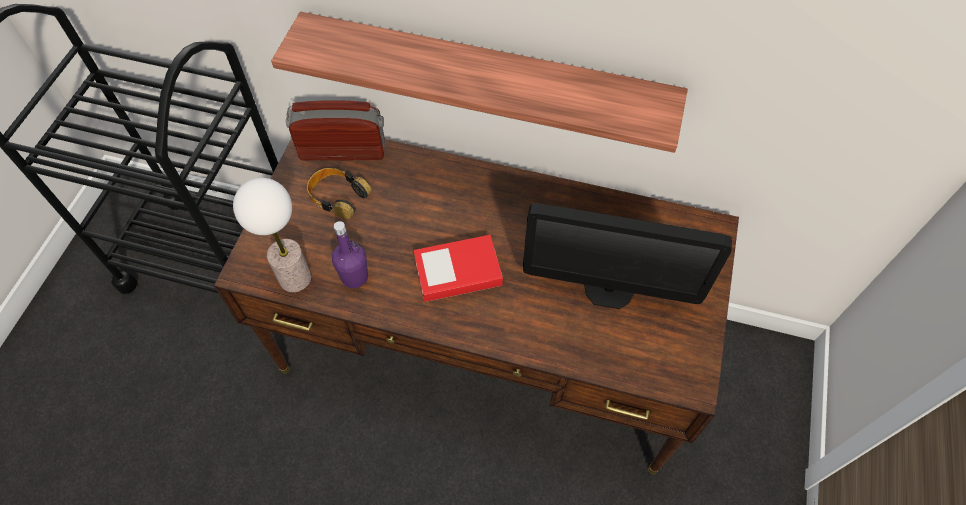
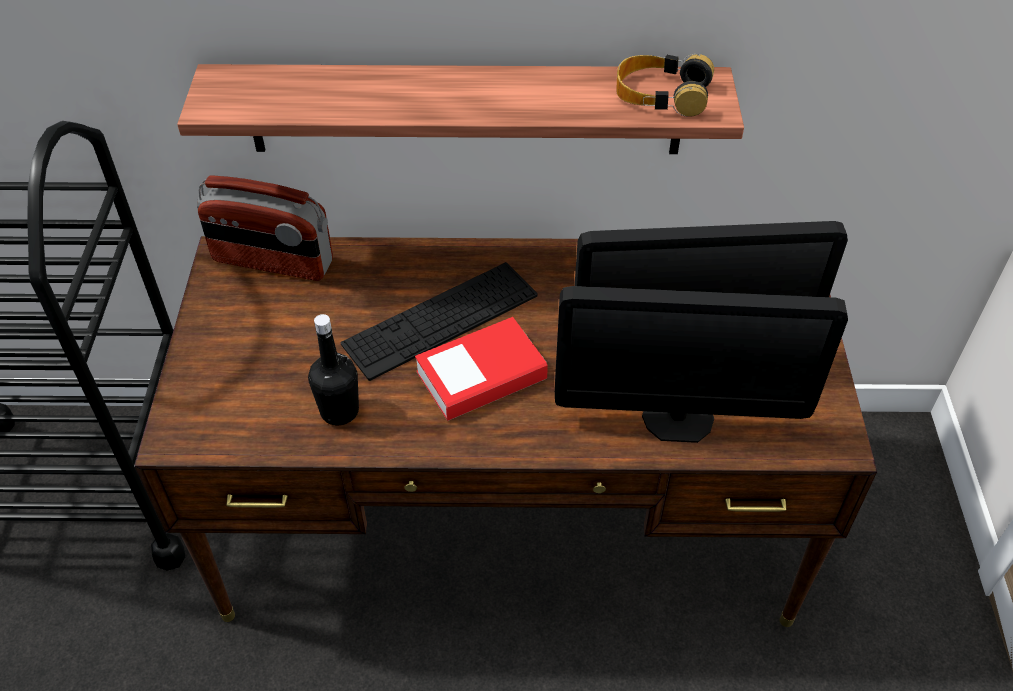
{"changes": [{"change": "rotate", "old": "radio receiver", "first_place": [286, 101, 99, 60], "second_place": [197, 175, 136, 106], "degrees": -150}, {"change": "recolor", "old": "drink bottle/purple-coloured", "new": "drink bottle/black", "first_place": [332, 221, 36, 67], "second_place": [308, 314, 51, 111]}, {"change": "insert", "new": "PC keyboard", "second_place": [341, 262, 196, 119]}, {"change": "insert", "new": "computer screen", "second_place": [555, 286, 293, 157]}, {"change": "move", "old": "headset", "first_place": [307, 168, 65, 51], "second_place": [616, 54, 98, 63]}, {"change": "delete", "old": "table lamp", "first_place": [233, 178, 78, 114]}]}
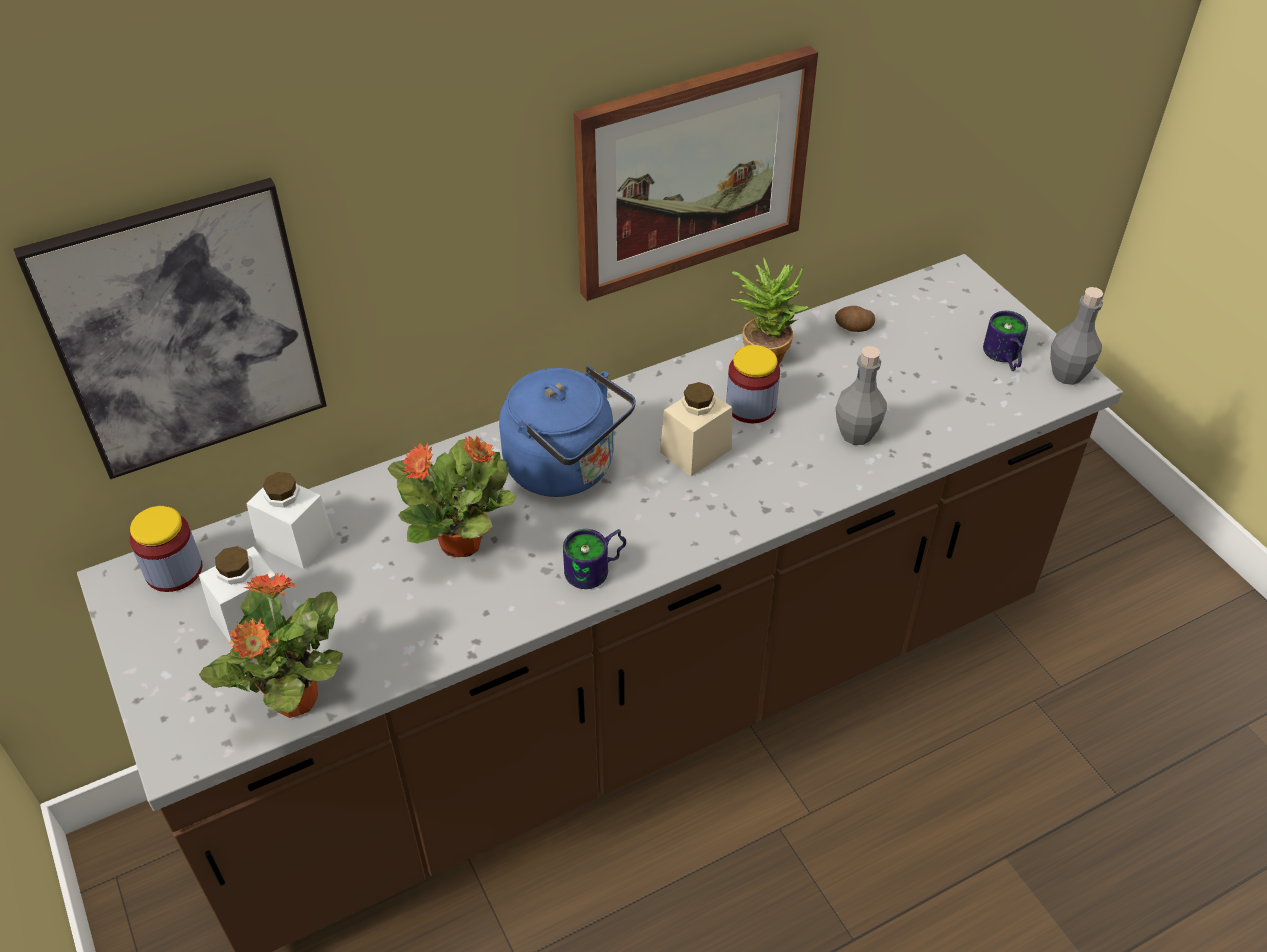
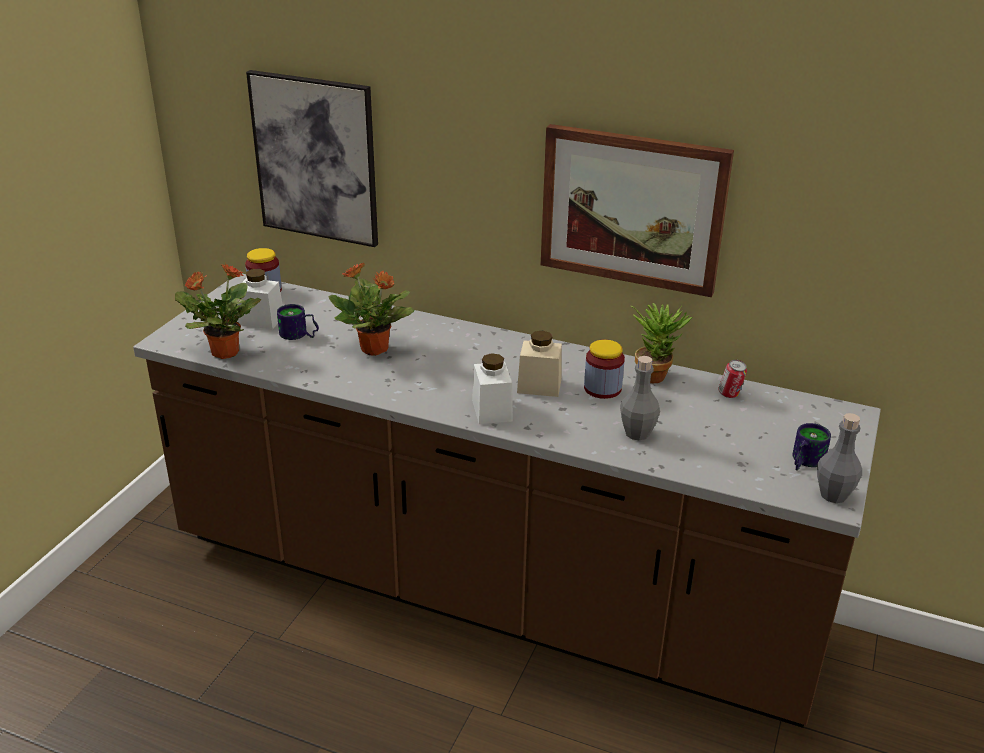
{"changes": [{"change": "move", "old": "mug", "first_place": [563, 529, 63, 60], "second_place": [277, 304, 42, 36]}, {"change": "move", "old": "jar/whitish", "first_place": [246, 472, 88, 97], "second_place": [472, 353, 41, 71]}, {"change": "replace", "old": "potato", "new": "sealed can", "first_place": [835, 306, 40, 26], "second_place": [718, 360, 29, 38]}, {"change": "delete", "old": "kettle/bluish", "first_place": [499, 365, 137, 132]}]}
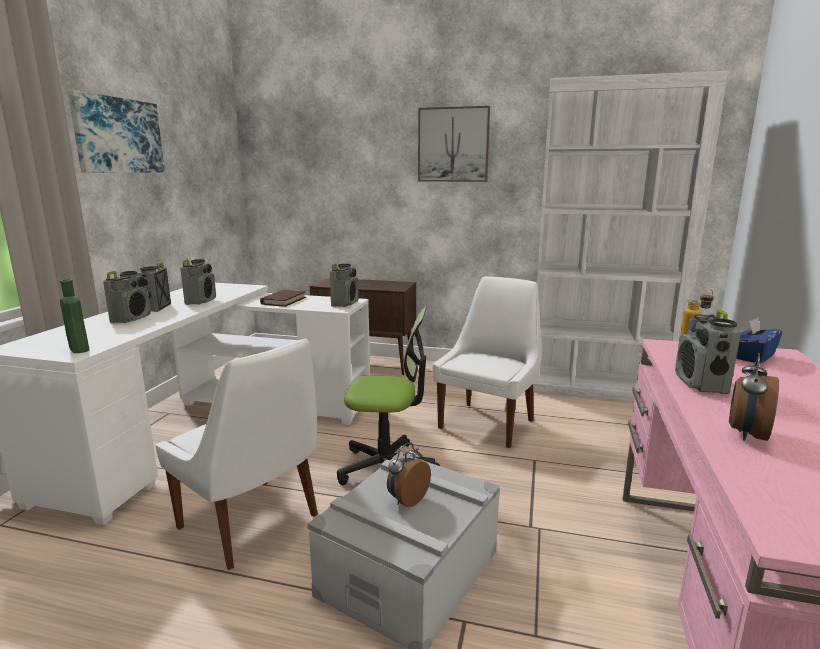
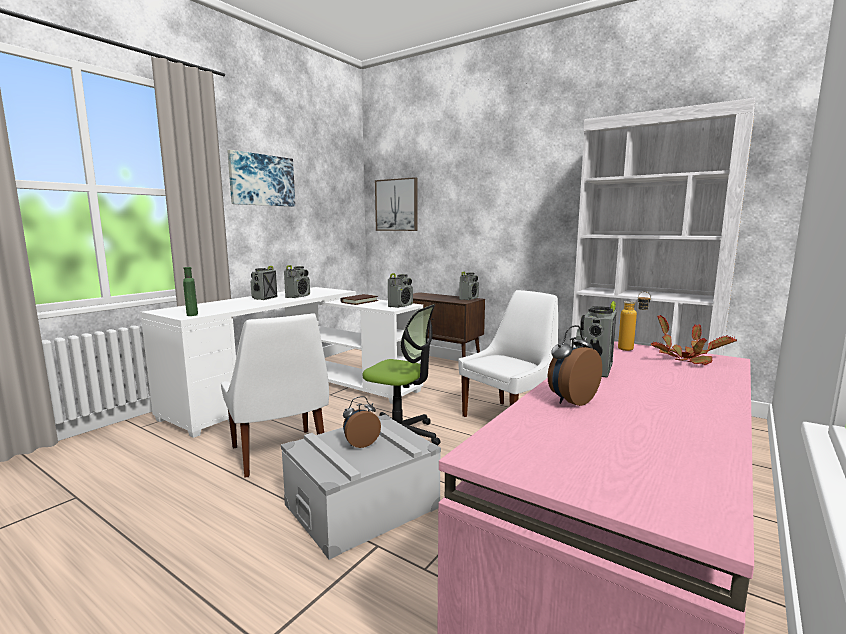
{"changes": [{"change": "move", "old": "wall art", "first_place": [418, 106, 72, 76], "second_place": [375, 177, 43, 54]}, {"change": "move", "old": "radio receiver", "first_place": [103, 271, 48, 52], "second_place": [459, 272, 20, 28]}, {"change": "replace", "old": "tissue box/bluish", "new": "plant in a pot", "first_place": [736, 318, 46, 46], "second_place": [651, 315, 86, 50]}]}
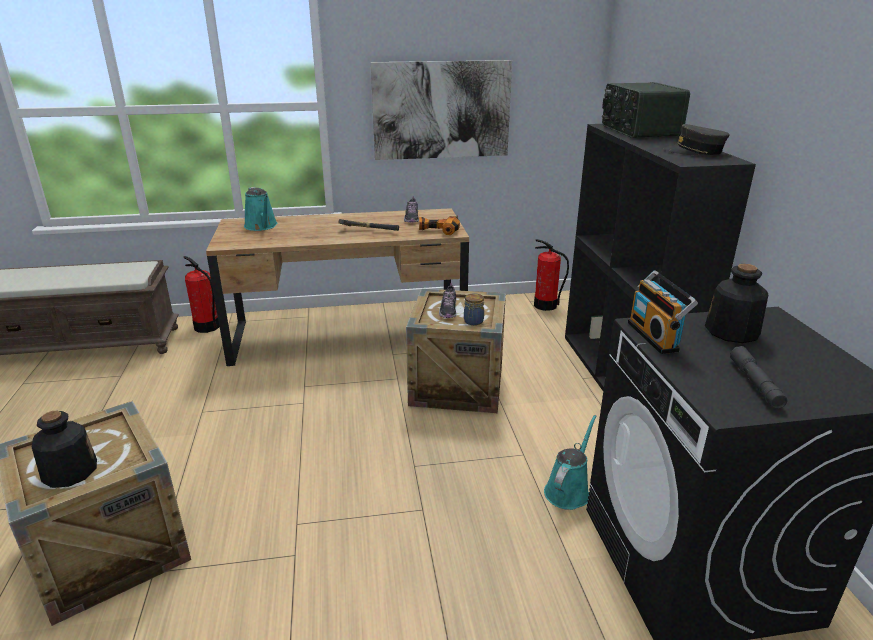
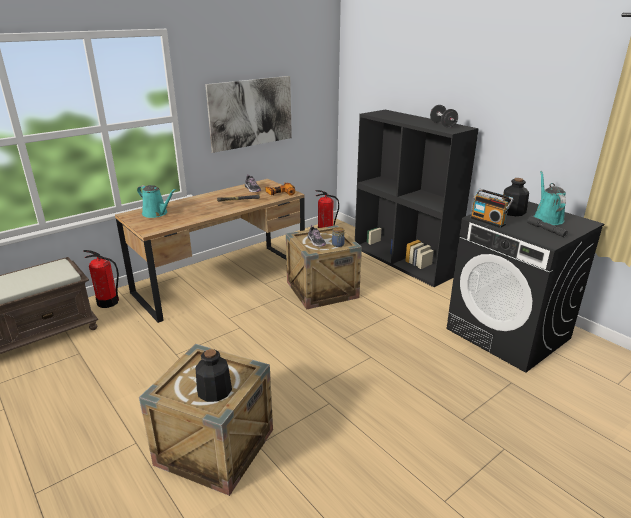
{"changes": [{"change": "replace", "old": "peaked cap/grey", "new": "dumbbell/black", "first_place": [663, 124, 67, 31], "second_place": [430, 105, 28, 23]}, {"change": "move", "old": "watering pot/turquoise", "first_place": [544, 415, 53, 95], "second_place": [533, 171, 33, 54]}, {"change": "delete", "old": "radio receiver", "first_place": [602, 82, 88, 56]}]}
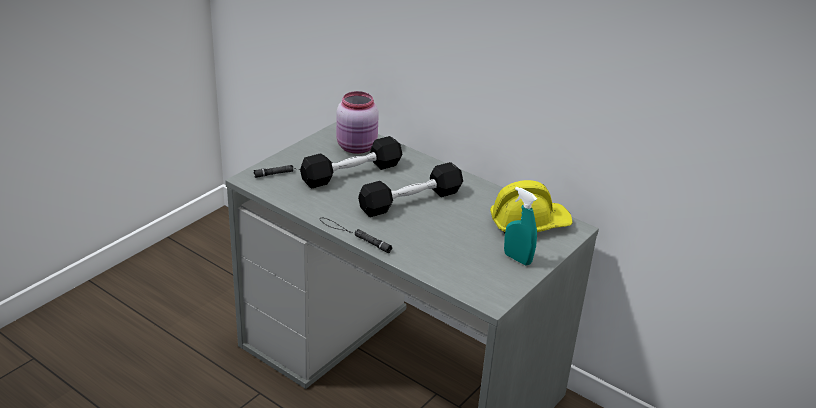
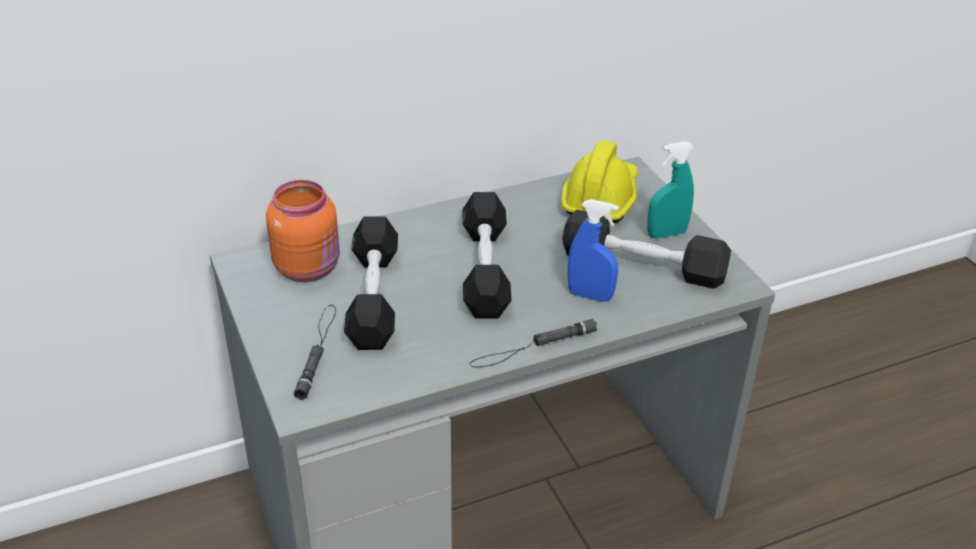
{"changes": [{"change": "recolor", "old": "jar/pink", "new": "jar/orangey", "first_place": [336, 91, 43, 63], "second_place": [266, 180, 74, 102]}, {"change": "insert", "new": "dumbbell/black", "second_place": [562, 210, 169, 79]}, {"change": "insert", "new": "spray bottle/bluish", "second_place": [567, 199, 52, 103]}]}
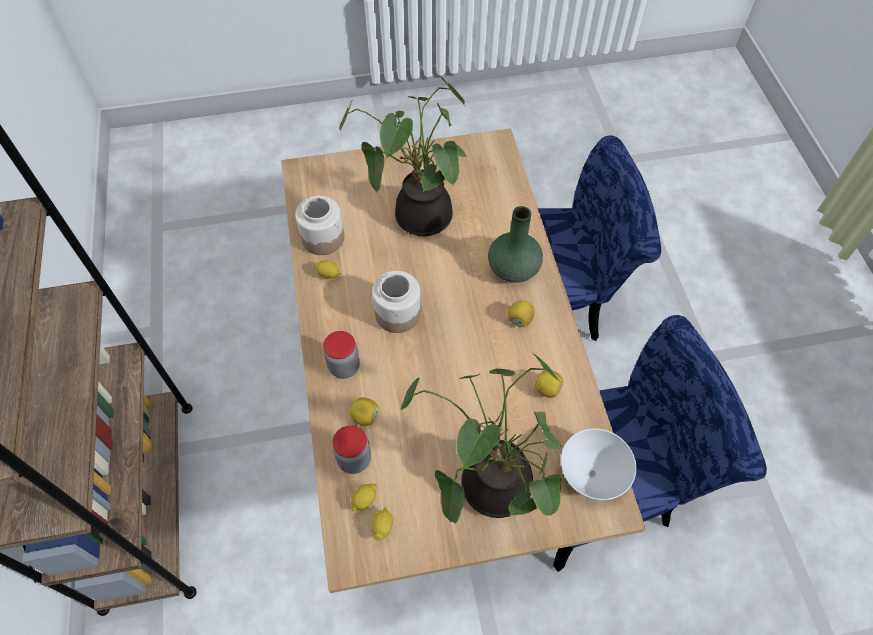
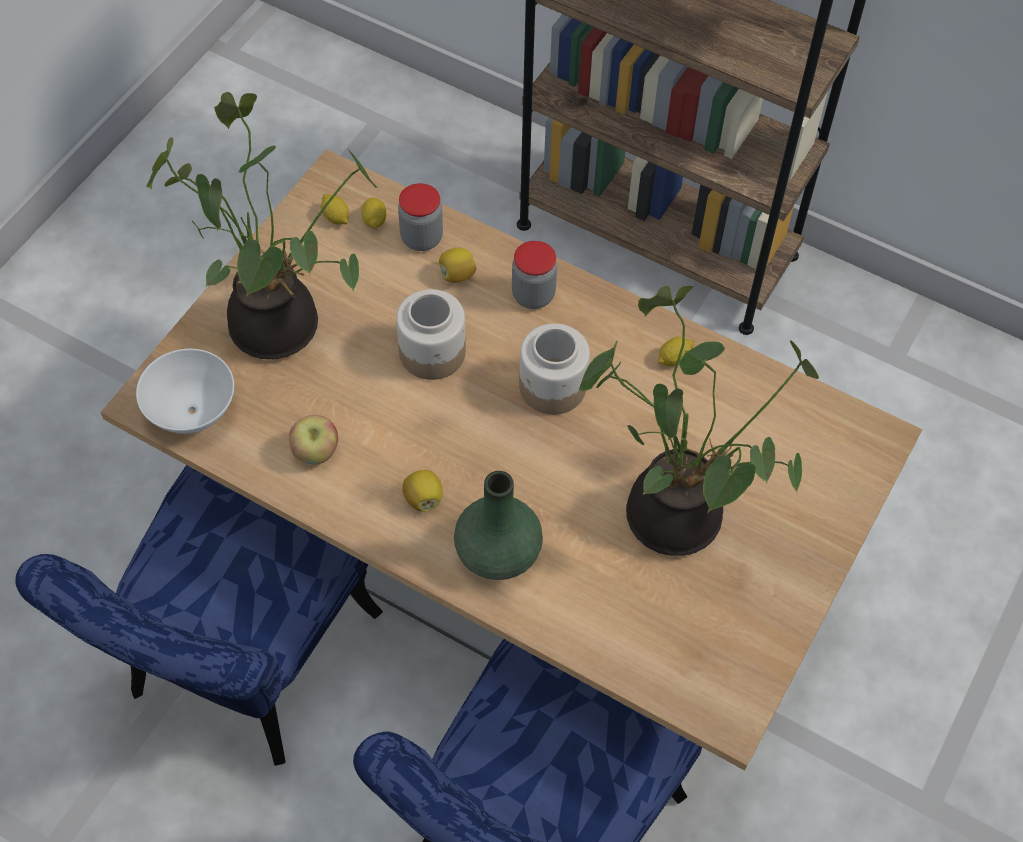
{"changes": [{"change": "replace", "old": "lemon", "new": "apple fruit", "first_place": [535, 370, 29, 28], "second_place": [289, 415, 49, 49]}, {"change": "move", "old": "jar", "first_place": [295, 196, 49, 59], "second_place": [396, 289, 70, 91]}]}
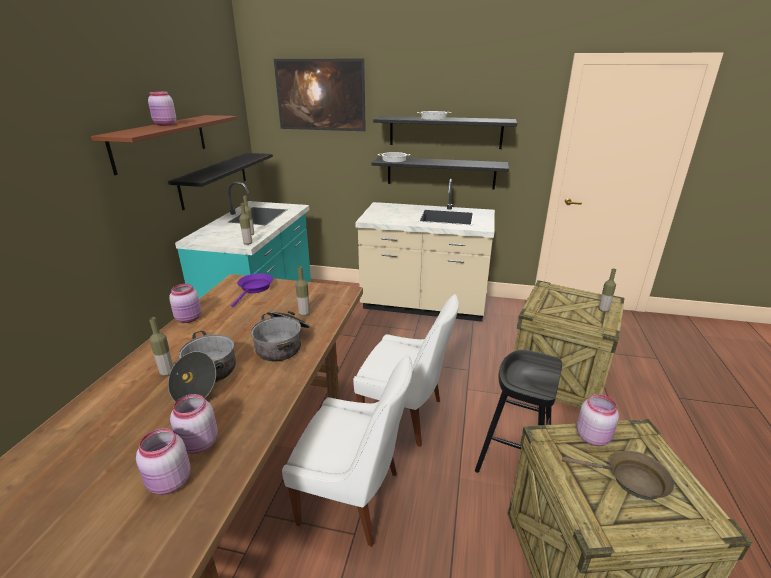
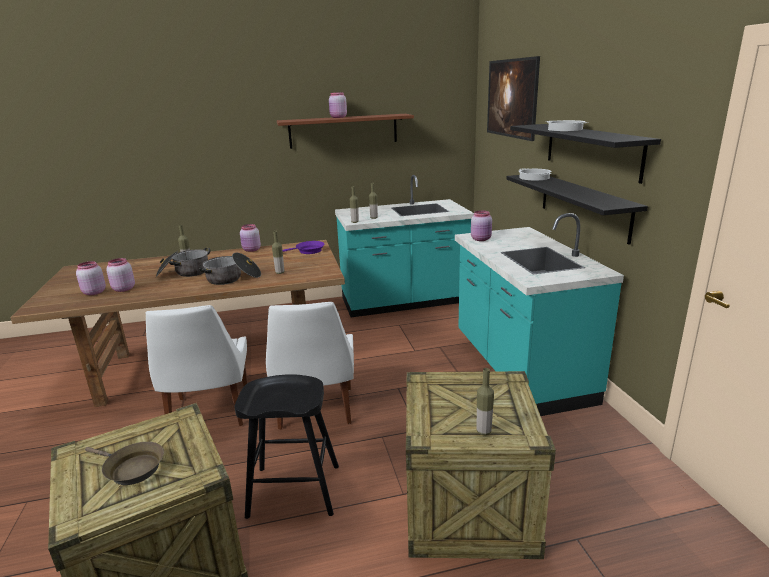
{"changes": [{"change": "rotate", "old": "frying pan/brownish", "first_place": [562, 451, 112, 49], "second_place": [85, 442, 79, 43], "degrees": -60}, {"change": "recolor", "old": "kitchen counter/beige", "new": "kitchen counter/turquoise", "first_place": [355, 179, 140, 143], "second_place": [455, 213, 169, 203]}, {"change": "move", "old": "jar/pink", "first_place": [576, 394, 43, 52], "second_place": [471, 210, 21, 31]}, {"change": "delete", "old": "wall shelf/black", "first_place": [168, 153, 105, 57]}]}
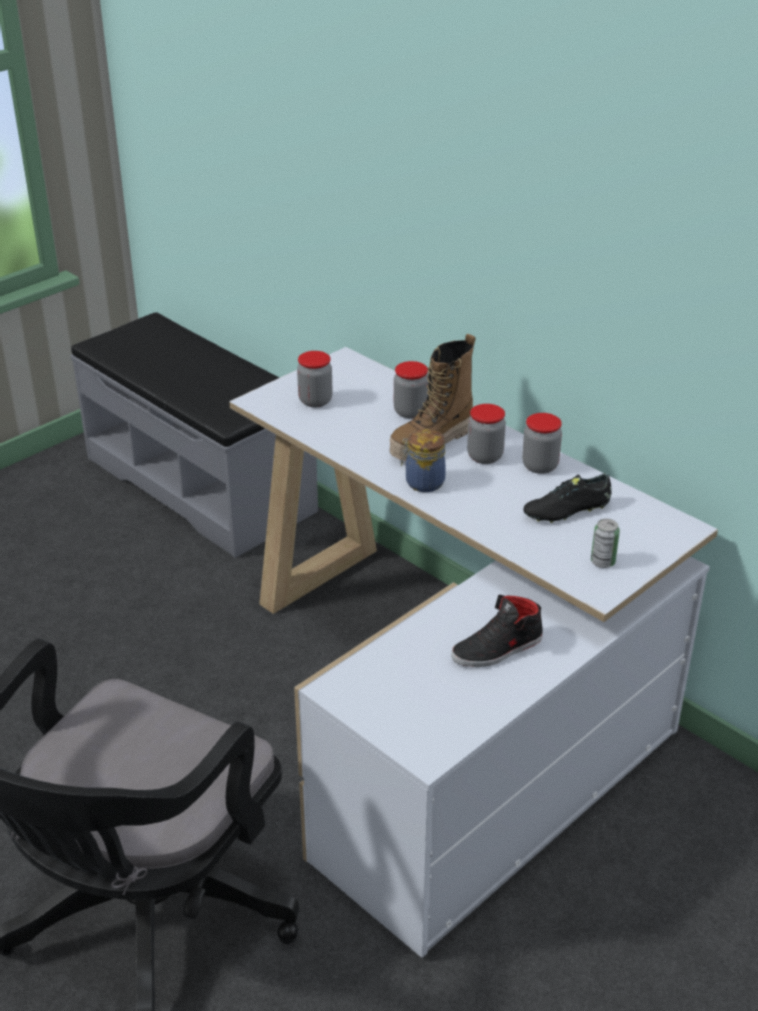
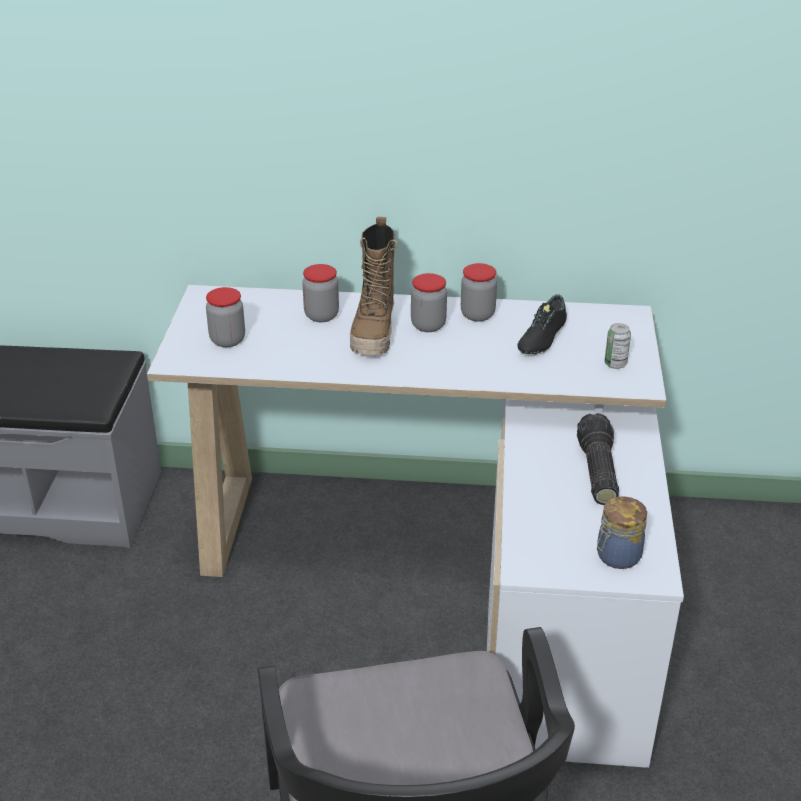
{"changes": [{"change": "replace", "old": "item of footwear/black", "new": "torch", "first_place": [451, 594, 92, 73], "second_place": [577, 413, 42, 92]}, {"change": "move", "old": "jar", "first_place": [401, 429, 45, 63], "second_place": [597, 496, 50, 73]}]}
